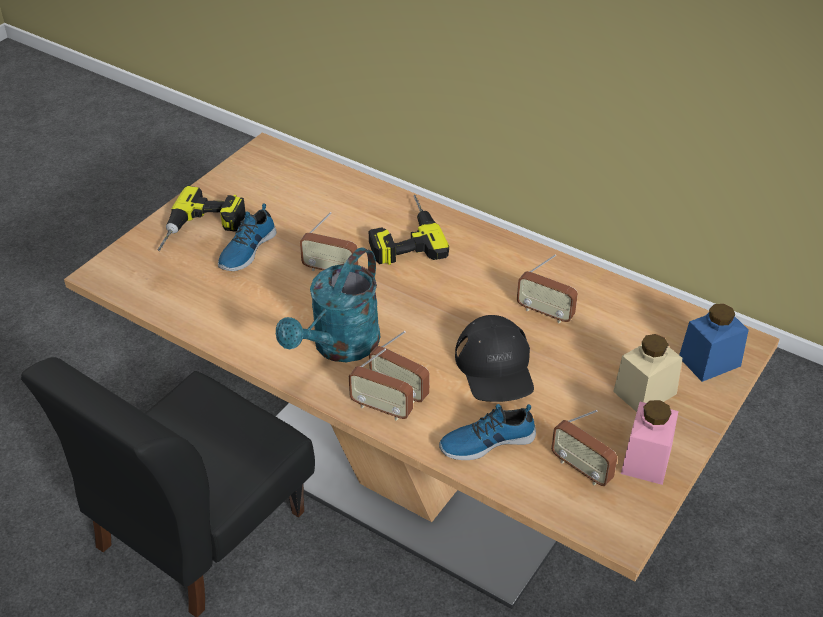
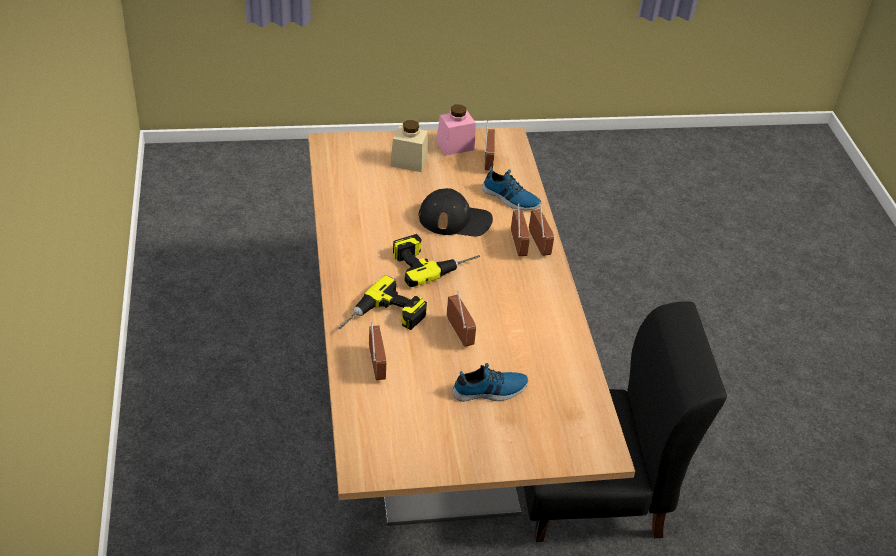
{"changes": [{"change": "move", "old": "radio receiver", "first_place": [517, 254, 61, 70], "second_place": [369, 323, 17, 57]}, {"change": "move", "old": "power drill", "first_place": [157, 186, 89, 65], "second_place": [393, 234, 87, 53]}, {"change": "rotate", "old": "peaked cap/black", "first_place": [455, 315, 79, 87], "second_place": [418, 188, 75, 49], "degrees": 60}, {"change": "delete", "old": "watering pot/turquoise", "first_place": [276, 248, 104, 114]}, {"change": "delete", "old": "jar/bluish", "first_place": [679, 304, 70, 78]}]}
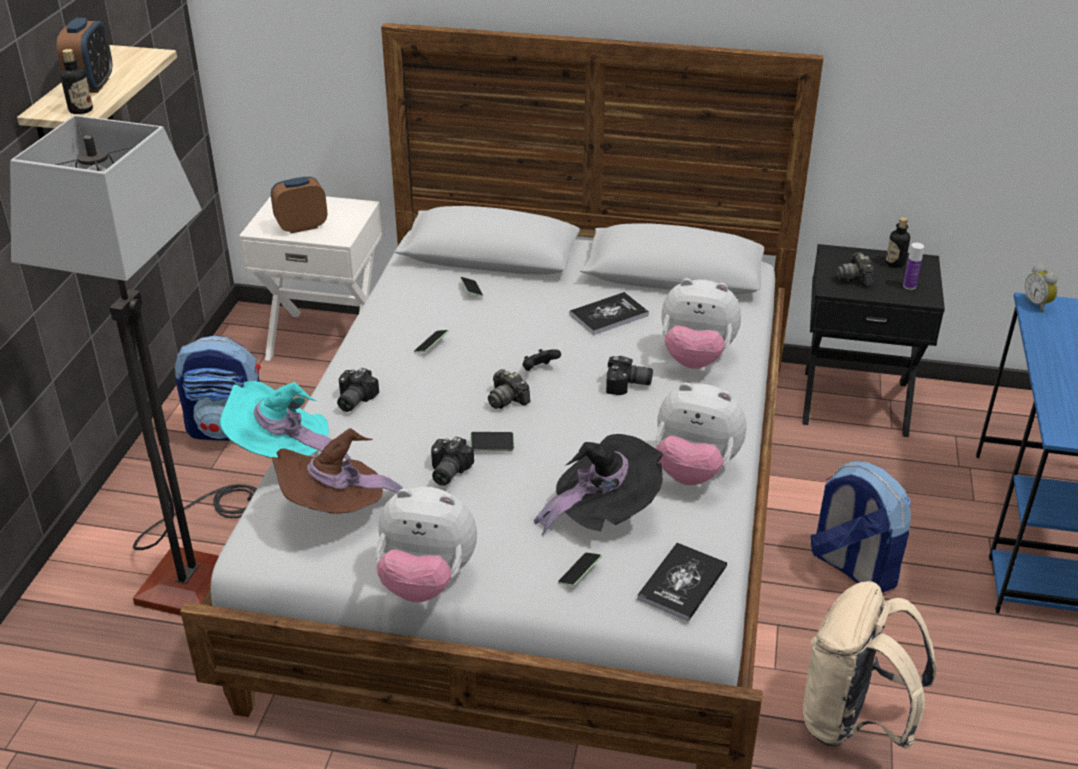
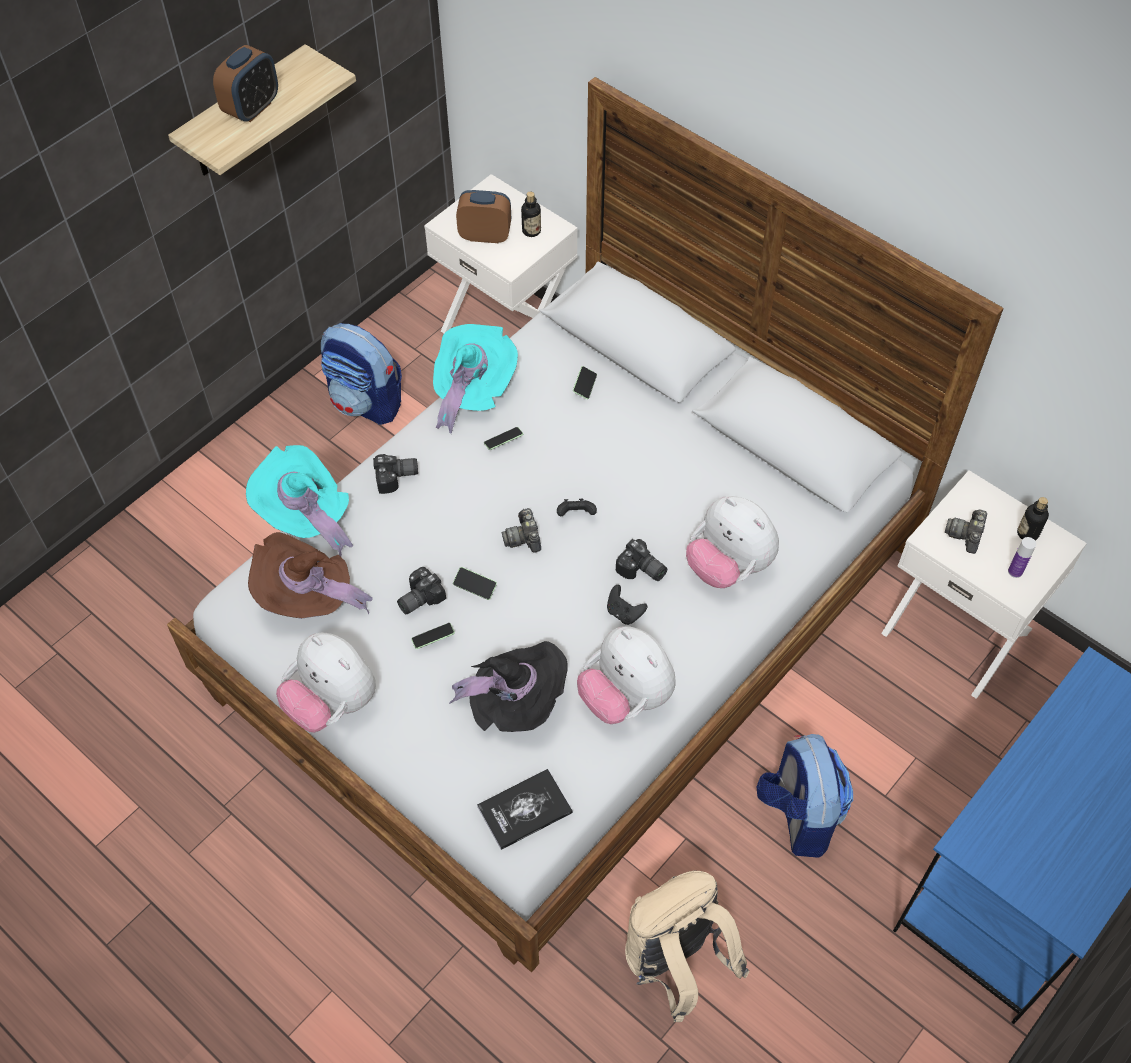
{"changes": [{"change": "rotate", "old": "still camera", "first_place": [337, 368, 42, 44], "second_place": [373, 454, 45, 40], "degrees": -150}, {"change": "move", "old": "telephone", "first_place": [558, 552, 44, 34], "second_place": [412, 623, 43, 26]}, {"change": "insert", "new": "wearable hat/turquoise", "second_place": [433, 324, 85, 110]}, {"change": "move", "old": "drink bottle", "first_place": [60, 49, 33, 65], "second_place": [521, 191, 20, 46]}, {"change": "insert", "new": "gamepad/black", "second_place": [607, 585, 40, 40]}, {"change": "recolor", "old": "night table/black", "new": "night table/whitish", "first_place": [803, 244, 142, 193], "second_place": [881, 470, 206, 229]}, {"change": "delete", "old": "floor lamp", "first_place": [10, 115, 247, 501]}, {"change": "delete", "old": "book", "first_place": [569, 292, 80, 43]}, {"change": "delete", "old": "table clock", "first_place": [1025, 263, 33, 49]}]}
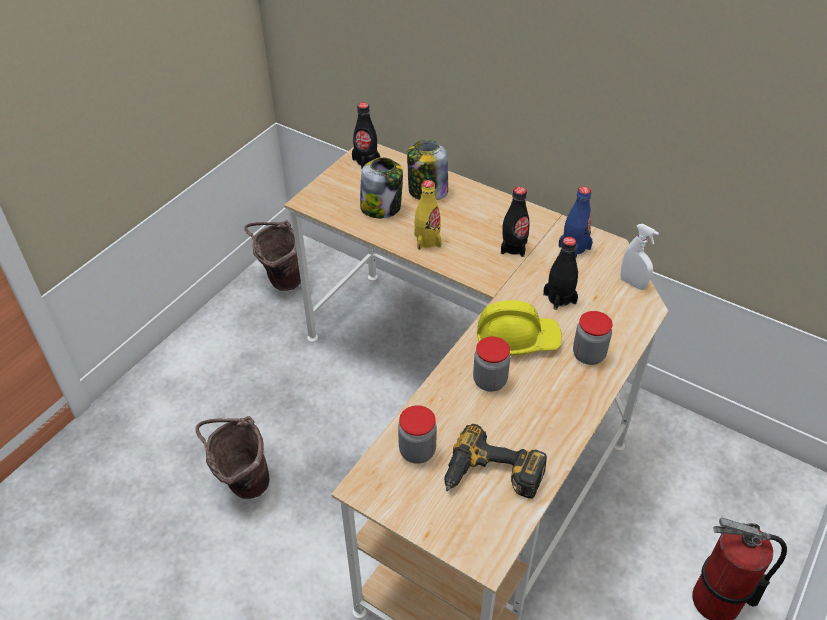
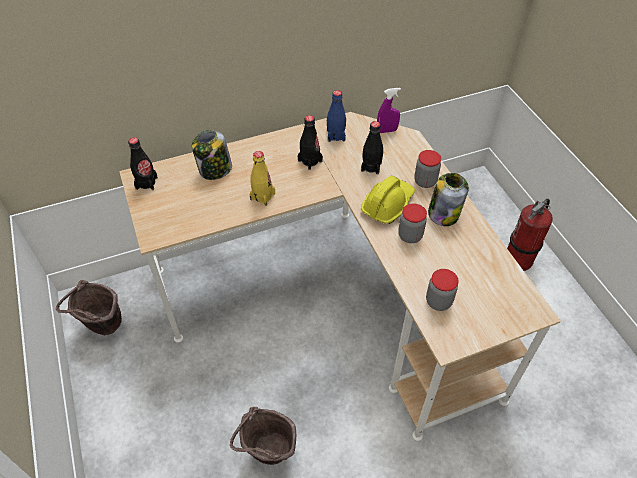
{"changes": [{"change": "recolor", "old": "spray bottle/whitish", "new": "spray bottle/purple-coloured", "first_place": [620, 224, 39, 66], "second_place": [377, 88, 24, 45]}, {"change": "move", "old": "jar", "first_place": [360, 158, 43, 60], "second_place": [428, 173, 41, 53]}, {"change": "delete", "old": "power drill", "first_place": [444, 424, 103, 75]}]}
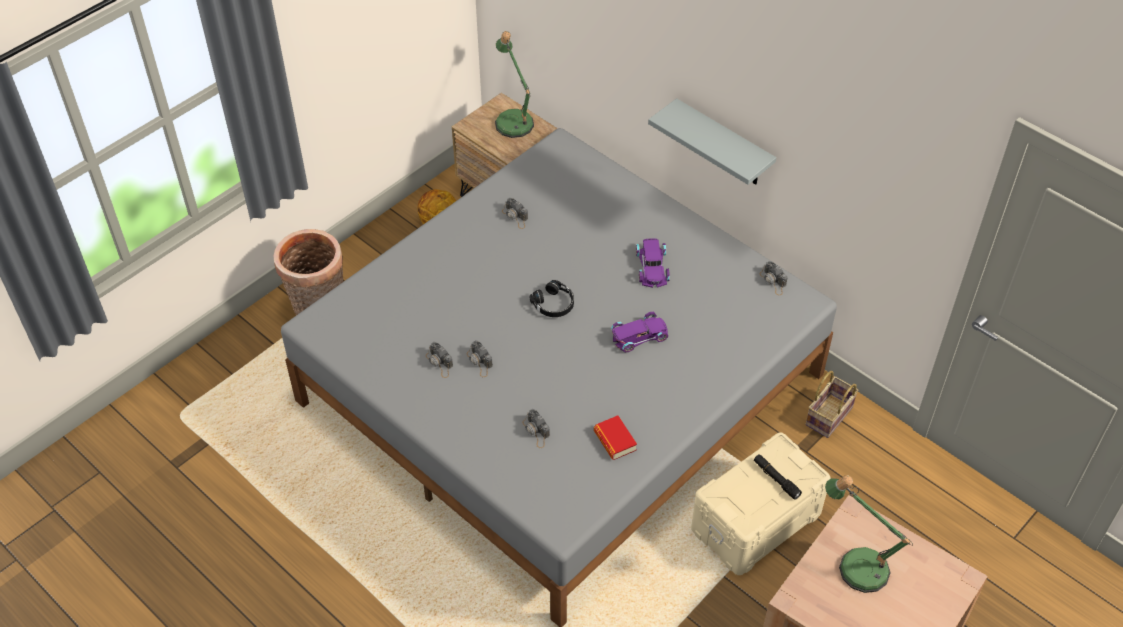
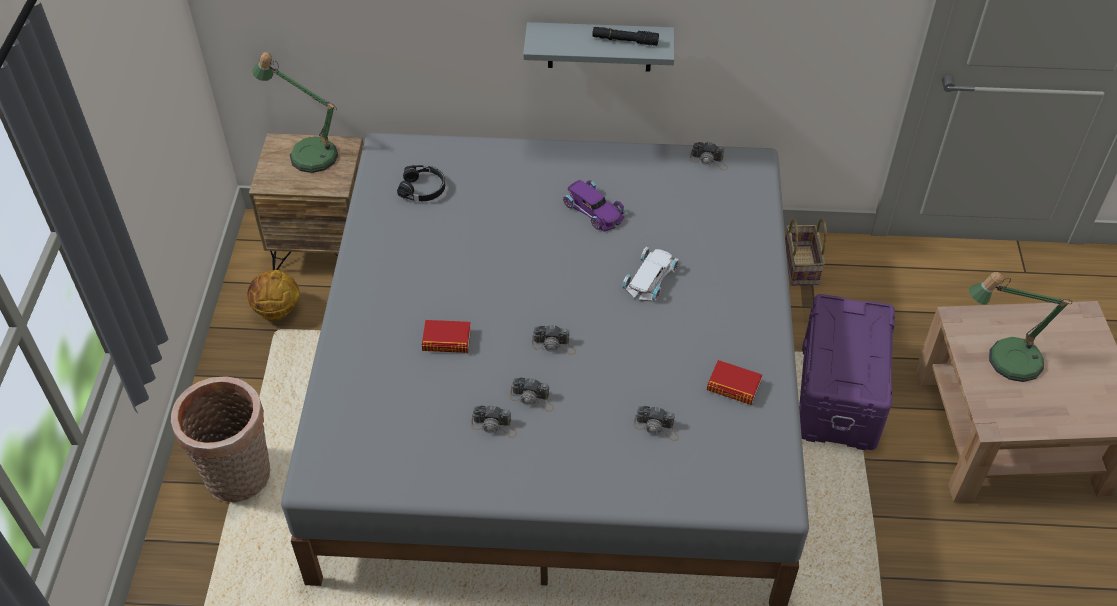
{"changes": [{"change": "move", "old": "headset/black", "first_place": [530, 280, 44, 37], "second_place": [397, 165, 48, 36]}, {"change": "insert", "new": "book", "second_place": [422, 320, 49, 33]}, {"change": "move", "old": "still camera", "first_place": [502, 198, 26, 31], "second_place": [532, 325, 44, 30]}, {"change": "move", "old": "torch/black", "first_place": [754, 454, 48, 45], "second_place": [593, 27, 66, 19]}, {"change": "recolor", "old": "miniature car/purple-coloured", "new": "miniature car/whitish", "first_place": [611, 312, 57, 40], "second_place": [622, 247, 57, 54]}, {"change": "recolor", "old": "storage bin/beige", "new": "storage bin/purple-coloured", "first_place": [691, 432, 140, 143], "second_place": [799, 294, 96, 156]}]}
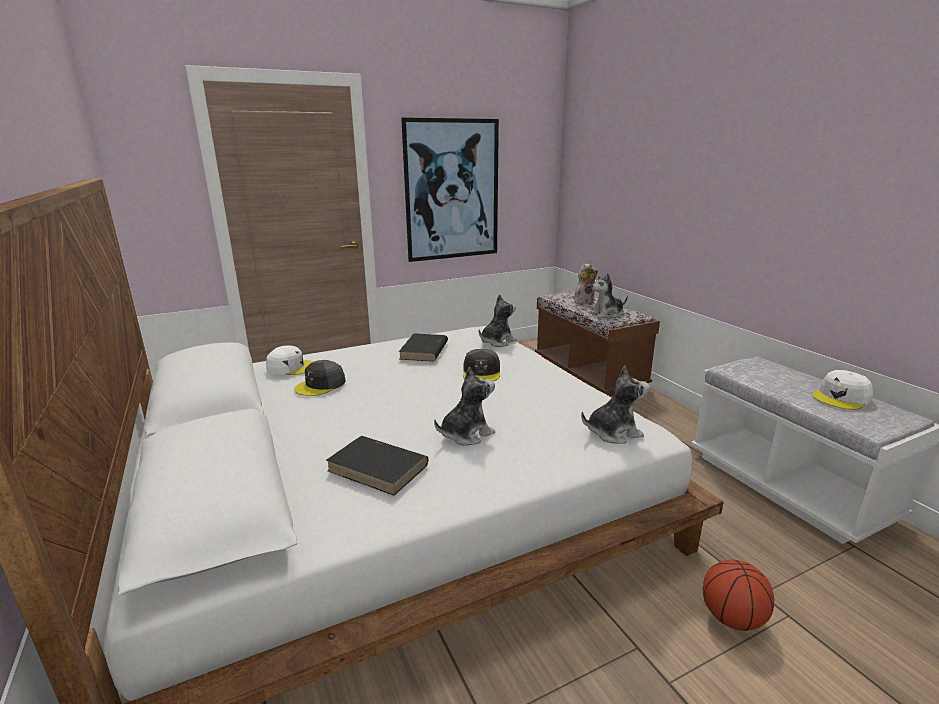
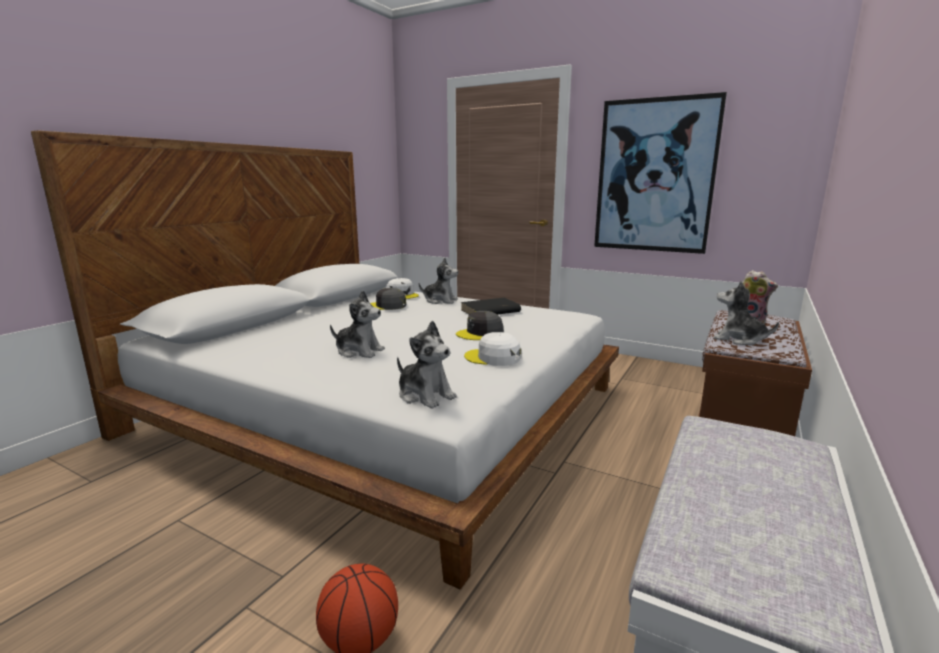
{"changes": [{"change": "move", "old": "plush toy", "first_place": [479, 294, 37, 53], "second_place": [419, 258, 39, 46]}, {"change": "move", "old": "peaked cap/whitish", "first_place": [812, 370, 61, 40], "second_place": [464, 332, 57, 34]}, {"change": "delete", "old": "book/black", "first_place": [326, 436, 102, 60]}]}
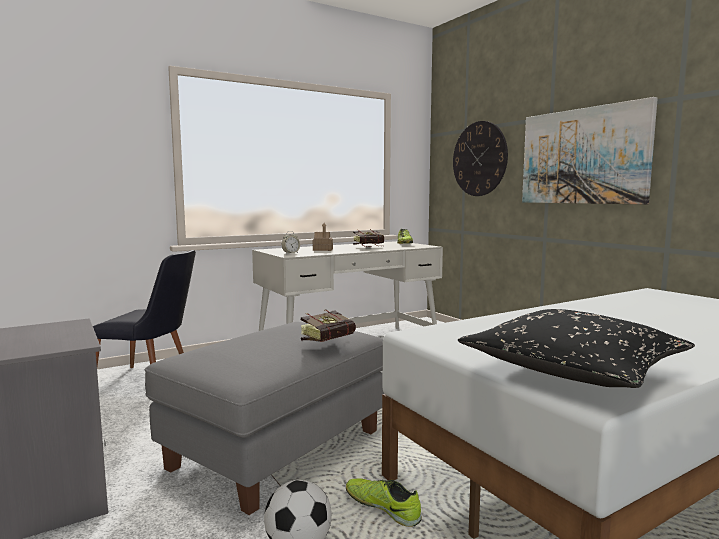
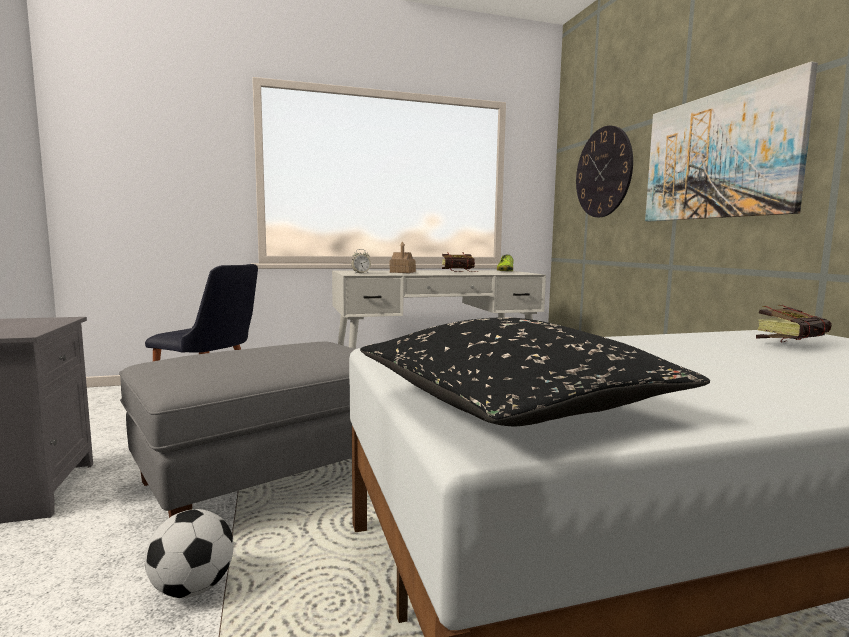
{"changes": [{"change": "move", "old": "book", "first_place": [301, 310, 55, 32], "second_place": [756, 305, 76, 37]}, {"change": "delete", "old": "item of footwear", "first_place": [346, 478, 76, 49]}]}
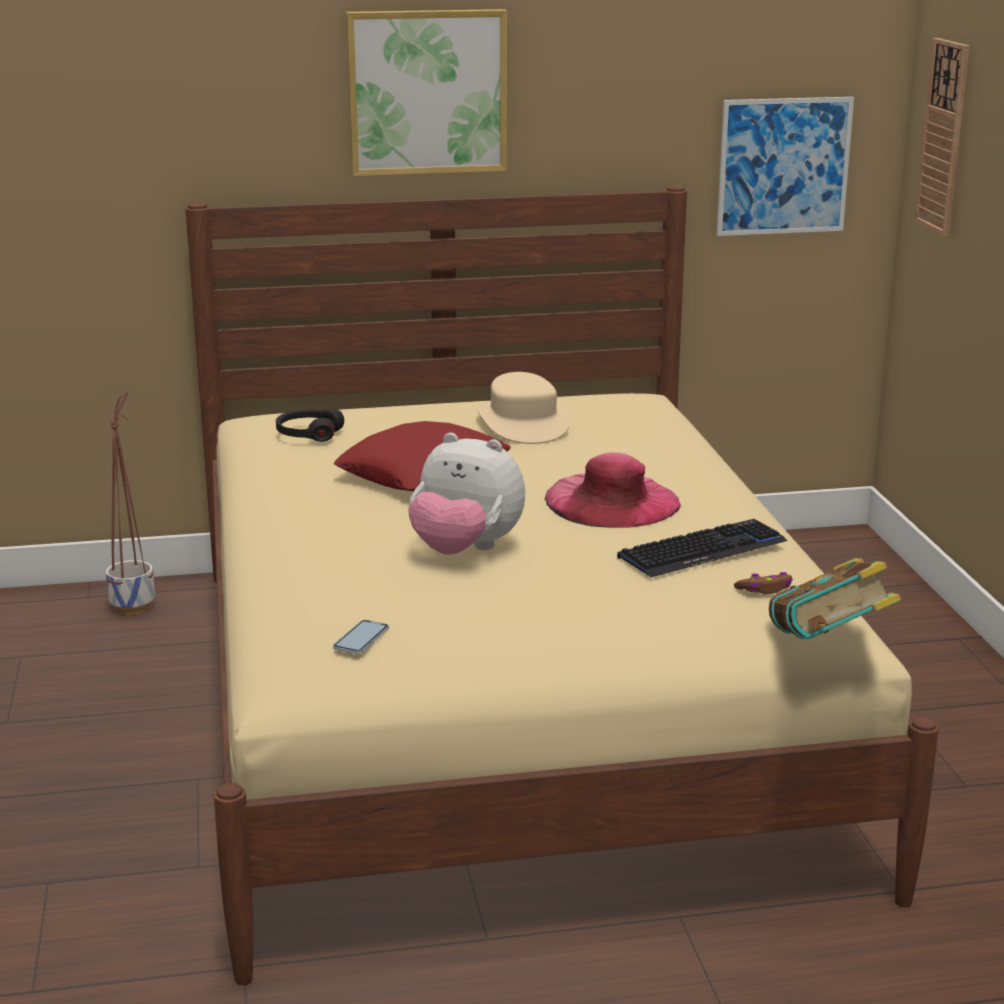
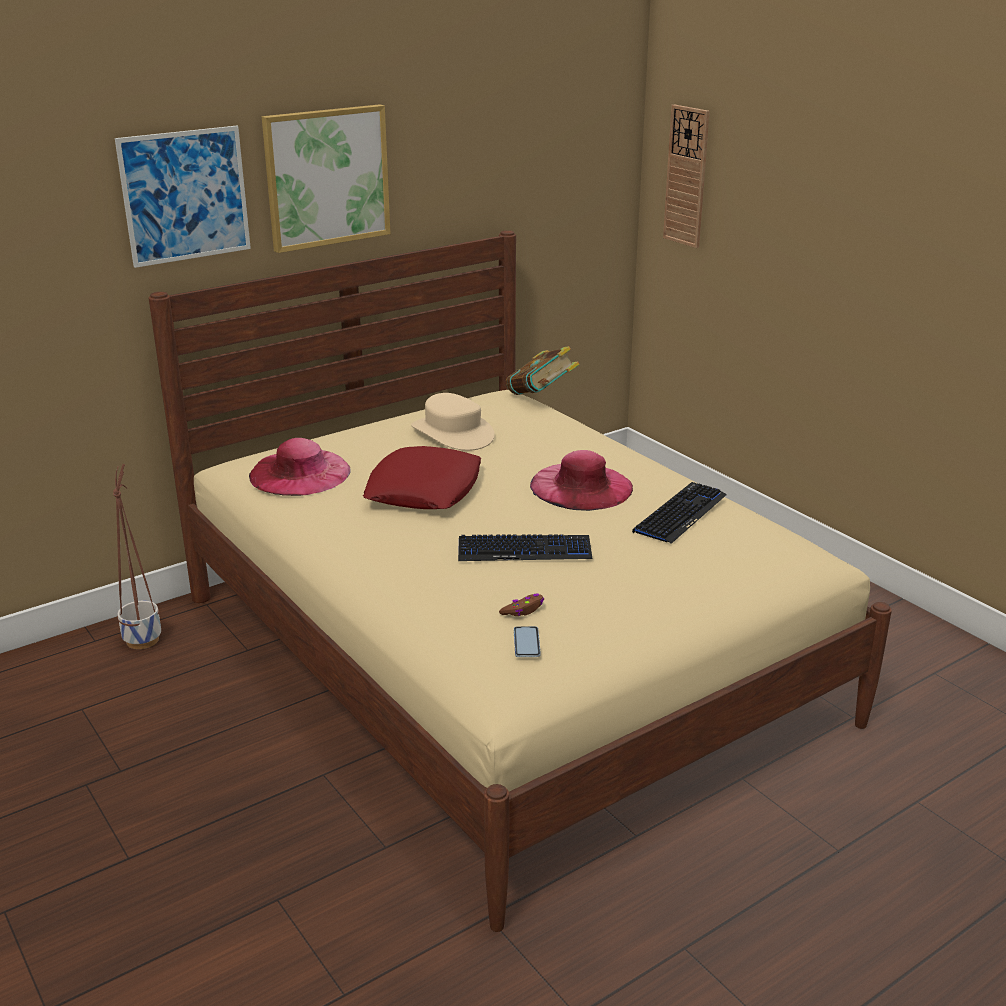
{"changes": [{"change": "move", "old": "wall art", "first_place": [717, 97, 137, 139], "second_place": [115, 126, 136, 142]}, {"change": "replace", "old": "headset/black", "new": "wearable hat/pink", "first_place": [276, 409, 68, 33], "second_place": [249, 438, 102, 58]}, {"change": "replace", "old": "plush toy", "new": "PC keyboard", "first_place": [408, 433, 117, 122], "second_place": [458, 534, 134, 27]}, {"change": "move", "old": "gamepad/brownish", "first_place": [734, 572, 59, 22], "second_place": [499, 594, 45, 22]}, {"change": "move", "old": "book", "first_place": [769, 558, 132, 81], "second_place": [506, 346, 74, 49]}]}
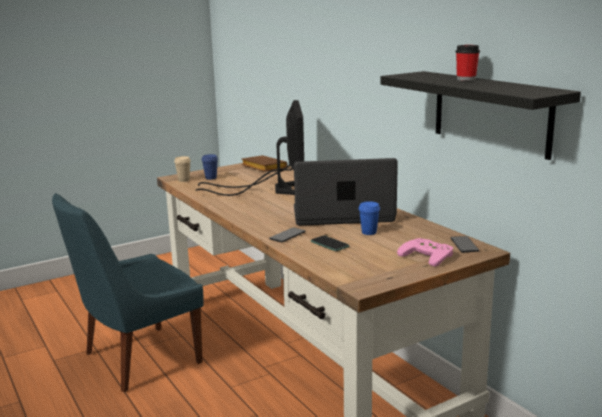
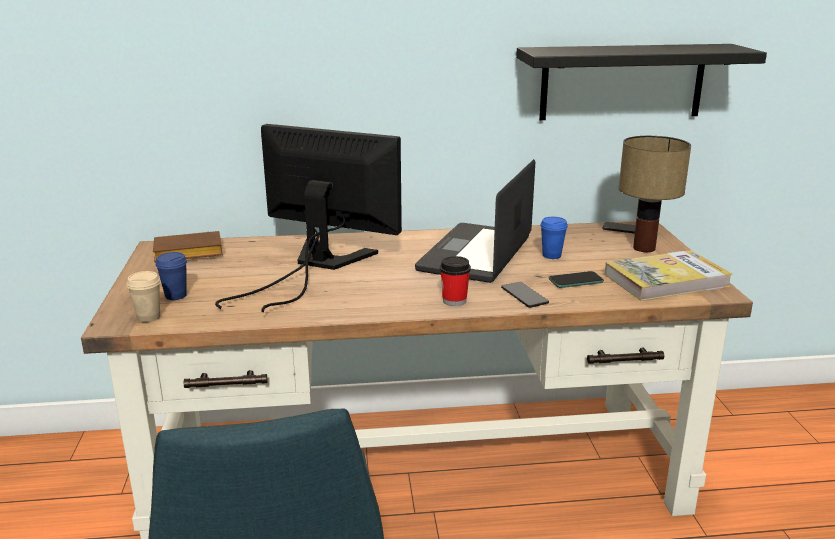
{"changes": [{"change": "move", "old": "cup", "first_place": [455, 45, 25, 36], "second_place": [440, 256, 31, 50]}, {"change": "insert", "new": "book", "second_place": [605, 250, 127, 51]}, {"change": "replace", "old": "gamepad/pink", "new": "table lamp", "first_place": [397, 238, 56, 29], "second_place": [619, 136, 72, 116]}]}
